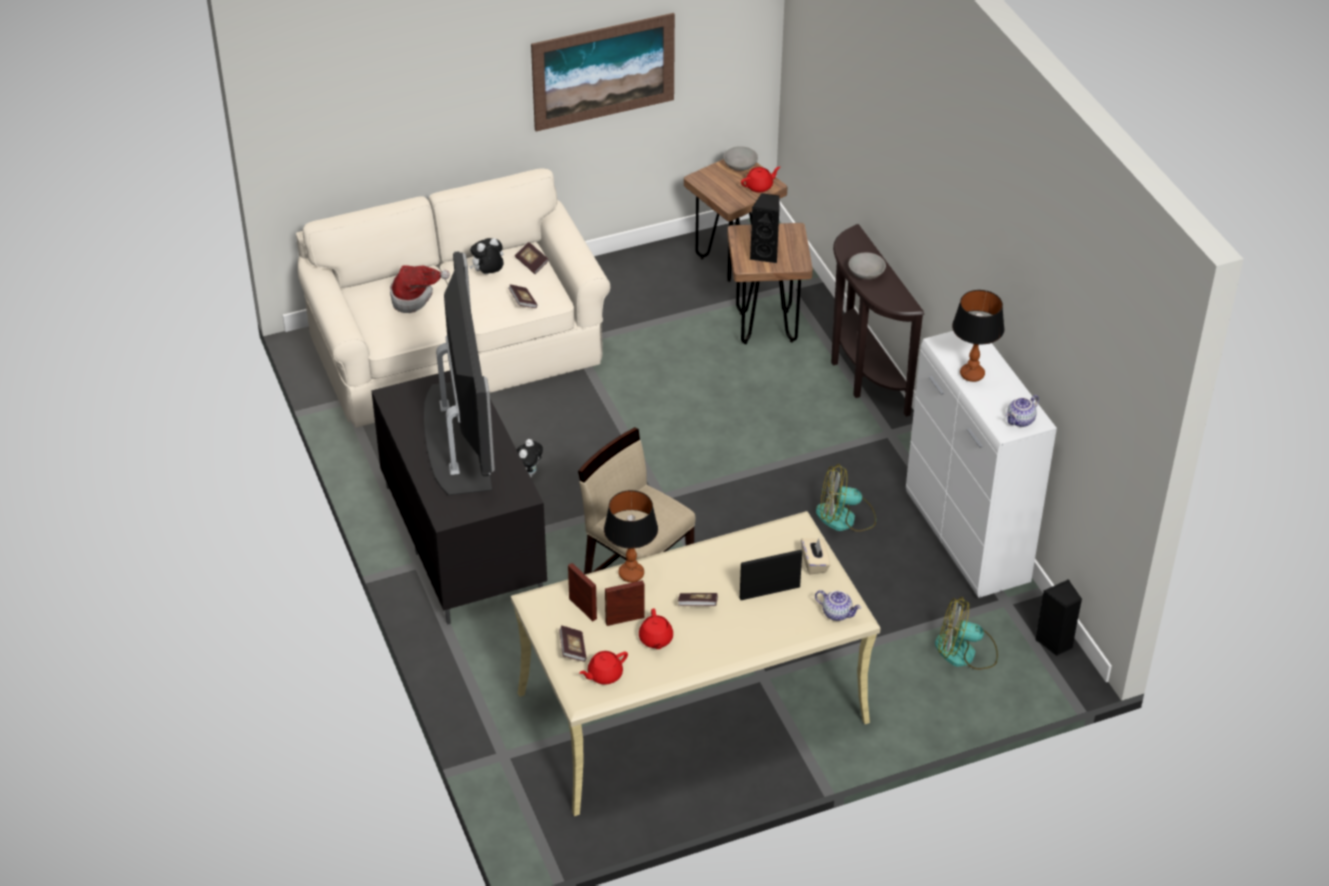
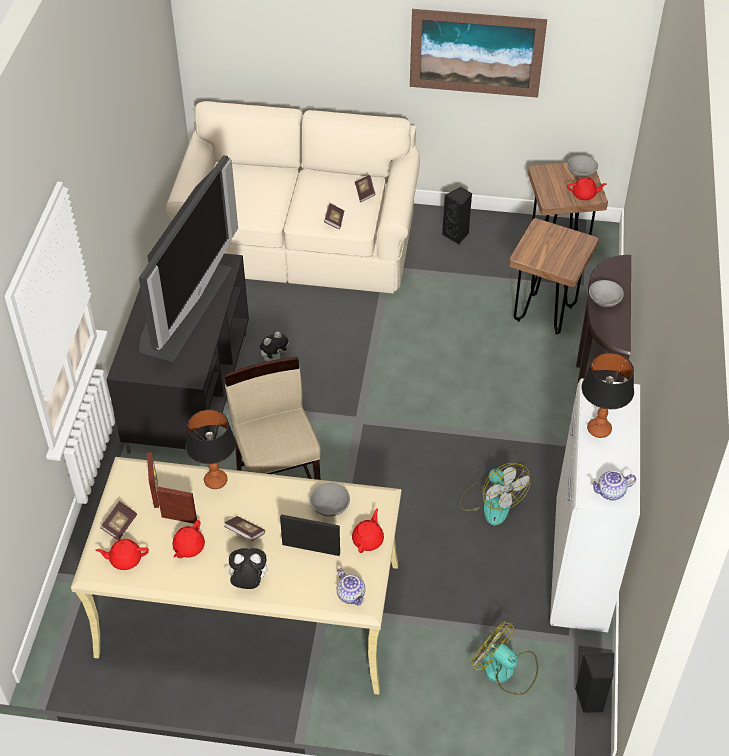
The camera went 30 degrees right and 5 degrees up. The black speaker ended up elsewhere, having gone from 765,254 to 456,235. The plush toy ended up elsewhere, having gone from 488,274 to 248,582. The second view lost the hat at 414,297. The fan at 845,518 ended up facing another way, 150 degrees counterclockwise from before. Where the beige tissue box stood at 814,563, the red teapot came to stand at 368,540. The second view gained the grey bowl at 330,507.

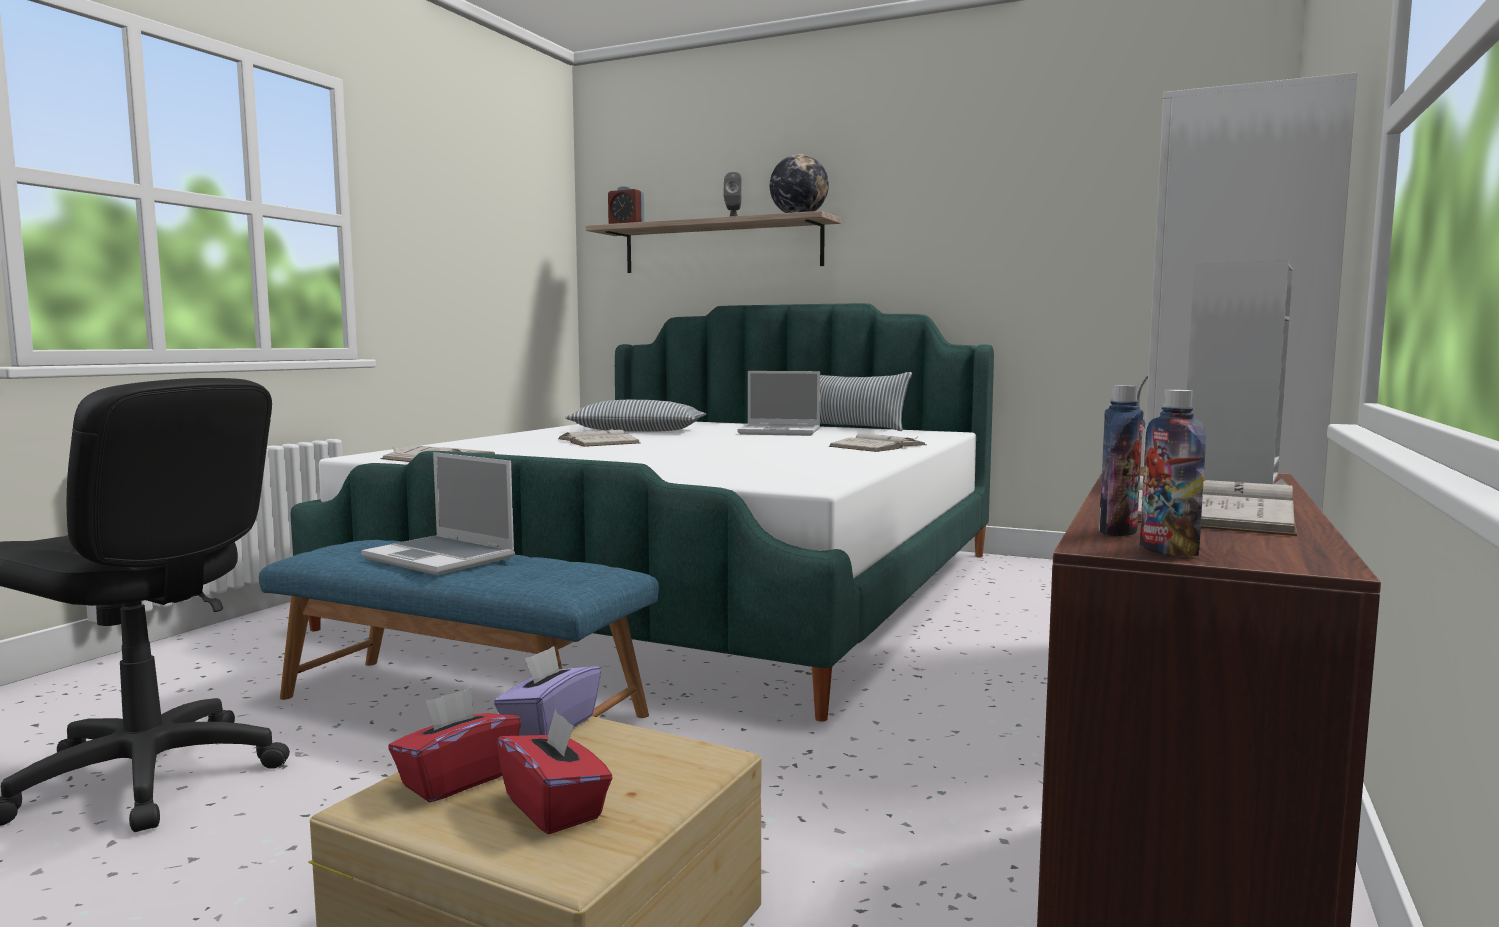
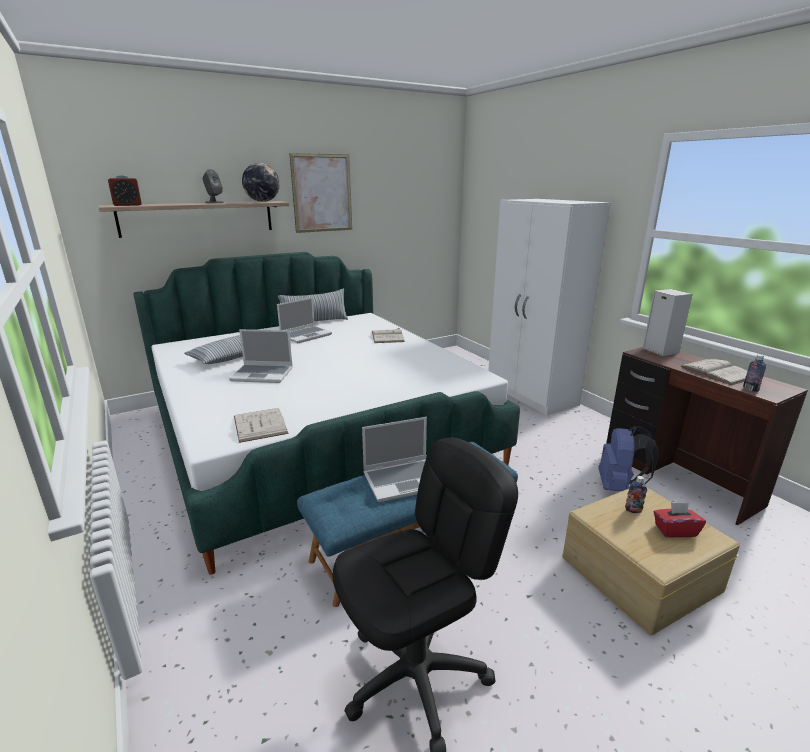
The camera went 55 degrees left and 15 degrees up. The bottle ended up elsewhere, having gone from 1168,551 to 633,510. Where the white book stood at 598,441, the laptop came to stand at 263,374. The second view lost the purple tissue box at 549,727. The second view lost the red tissue box at 456,780. The second view gained the picture at 322,193. The second view gained the blue backpack at 618,487.

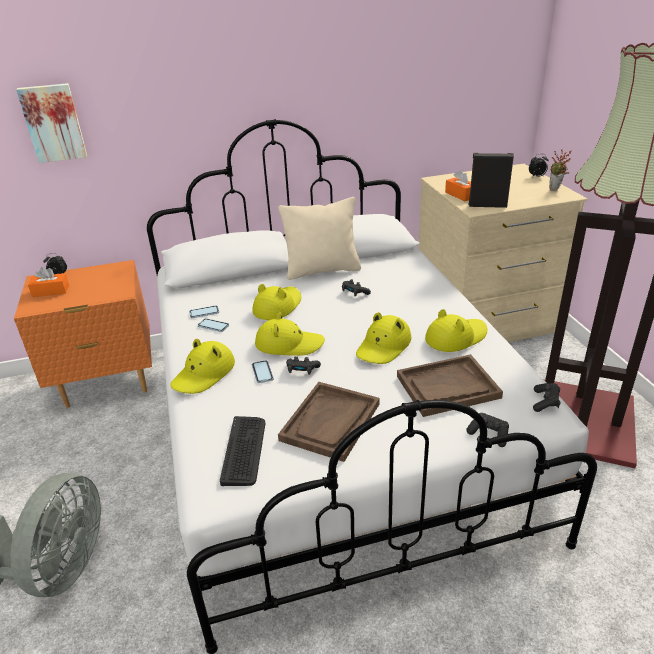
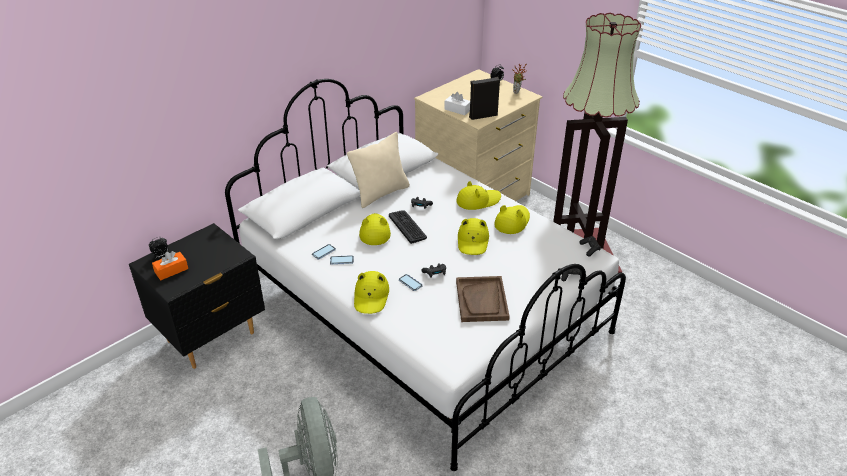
The camera went 30 degrees left and 5 degrees up. The second view lost the picture at 53,123. What was the orange tissue box at 460,195 turned into the white tissue box at 457,110. What was the orange nightstand at 107,383 turned into the black nightstand at 211,337. The yellow hat ended up elsewhere, having gone from 289,344 to 478,201. The second view lost the brown tray at 447,387. The keyboard ended up elsewhere, having gone from 244,450 to 407,227.

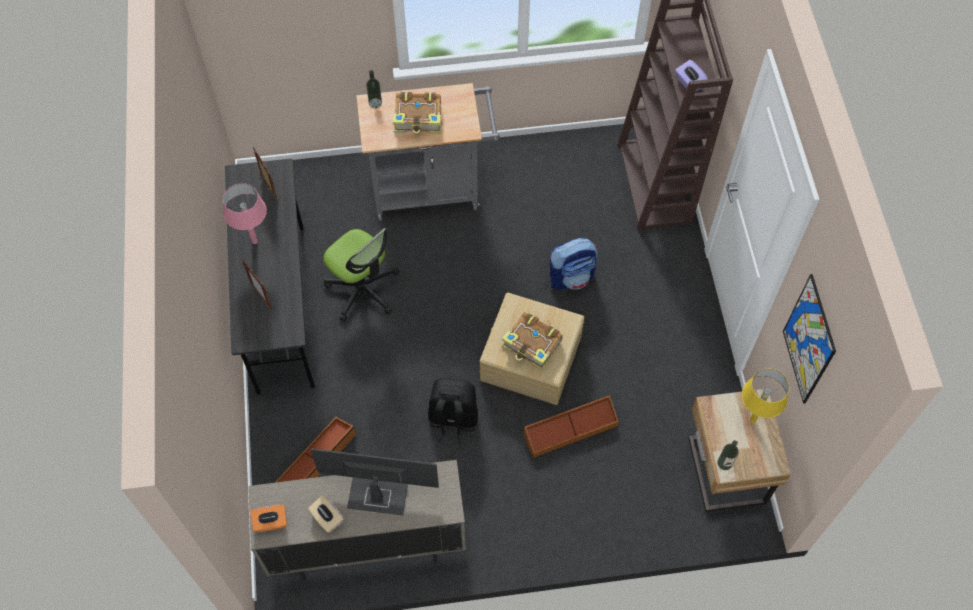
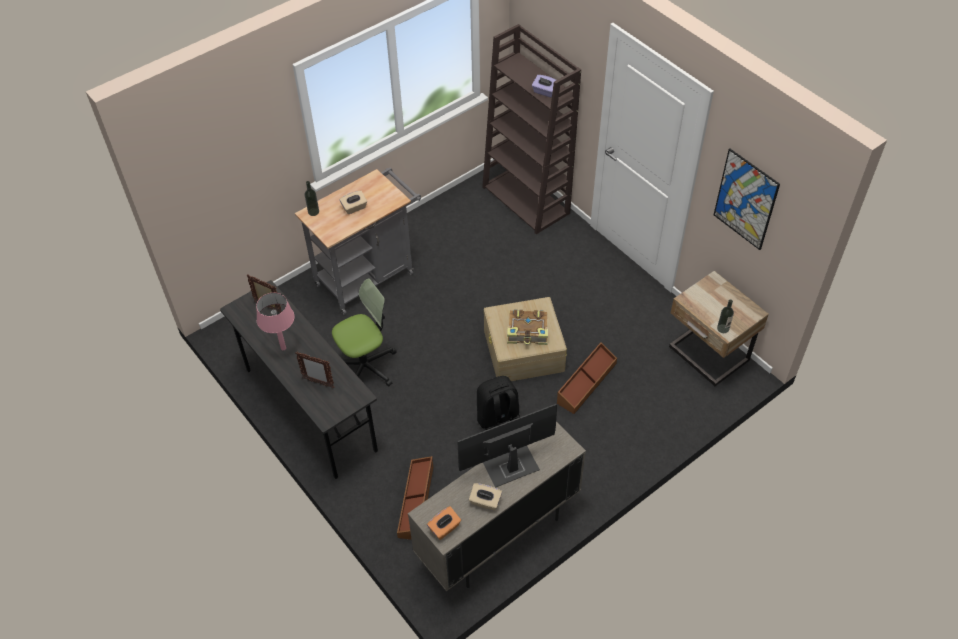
The camera went 30 degrees left and 10 degrees down. Where the book stood at 418,119, the beige tissue box came to stand at 354,208. The office chair at 363,289 ended up facing another way, 45 degrees counterclockwise from before. The second view lost the backpack at 571,277. The second view lost the yellow table lamp at 752,420.

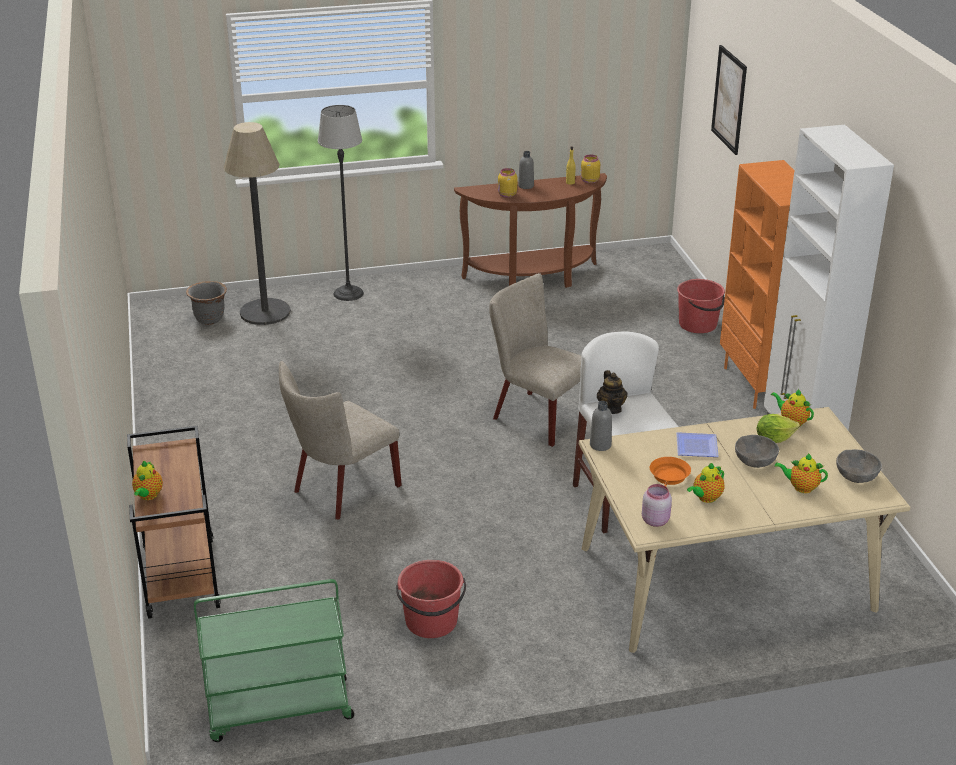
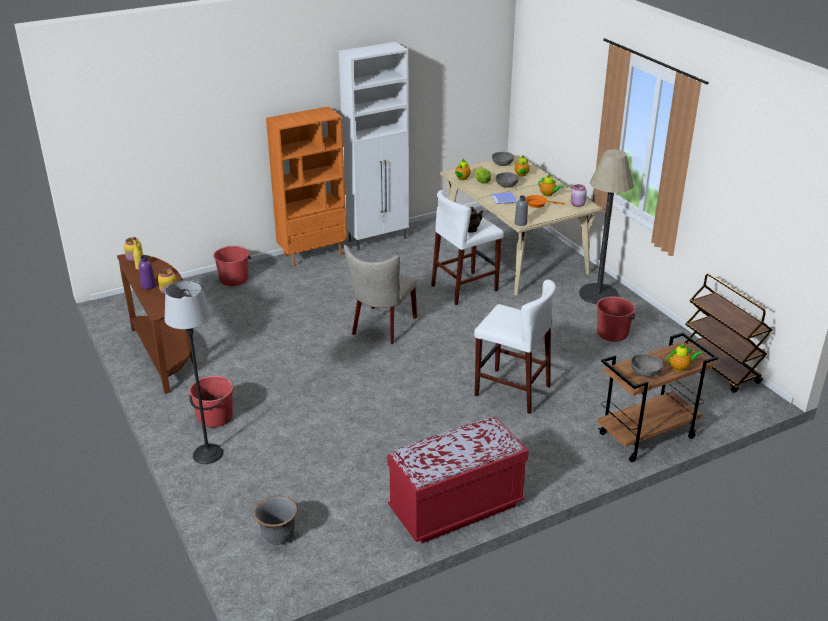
The camera went 105 degrees left and 0 degrees up. The second view lost the picture at 729,99. The floor lamp ended up elsewhere, having gone from 265,312 to 598,294. What was the grey bottle at 526,186 turned into the purple bottle at 148,286. Where the beige chair stood at 341,490, the white stool came to stand at 512,391. What was the green cart at 278,711 turned into the brown cart at 719,368. The second view gained the grey bowl at 645,373. The second view gained the red bucket at 214,417. The second view gained the red bench at 456,508.

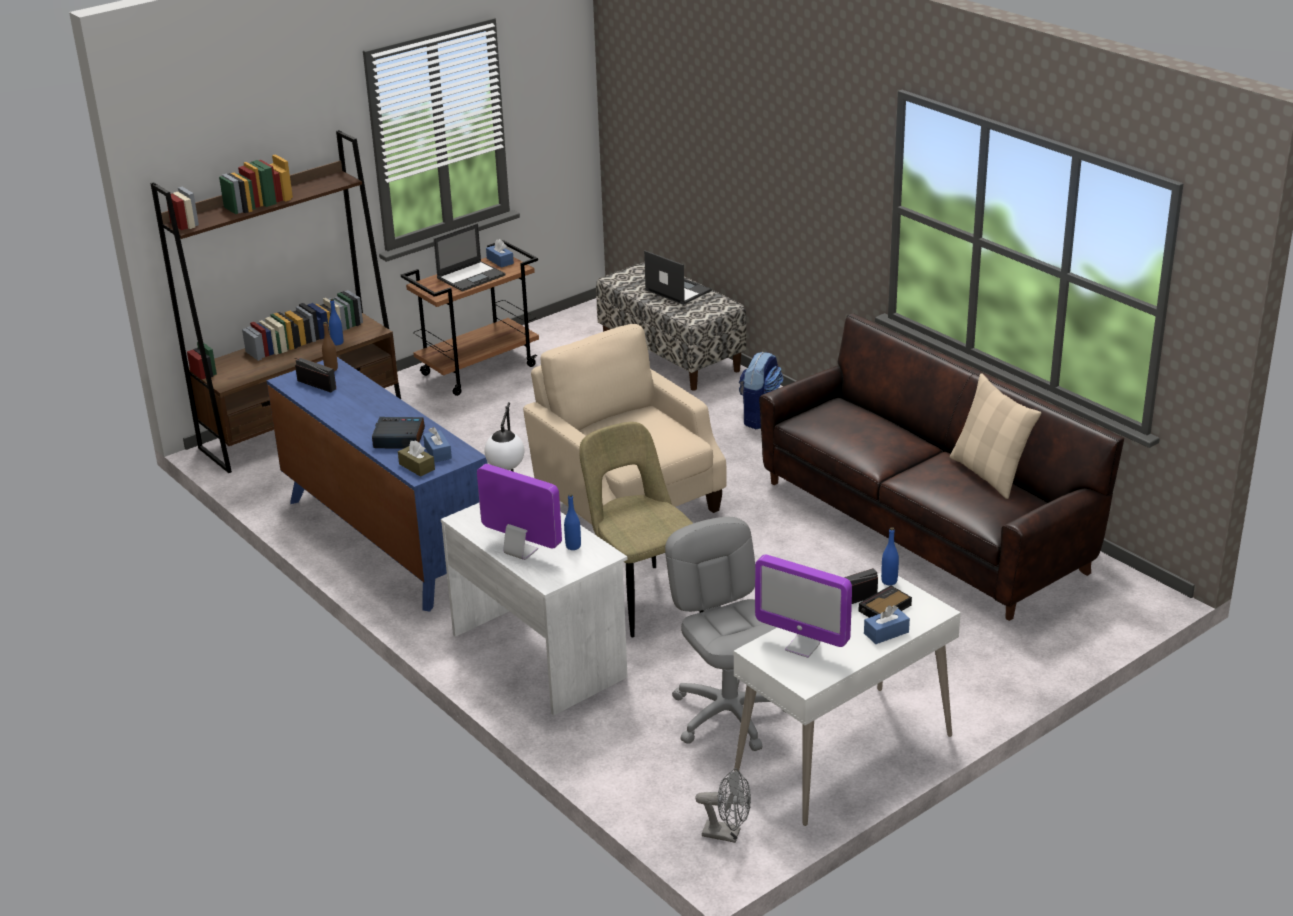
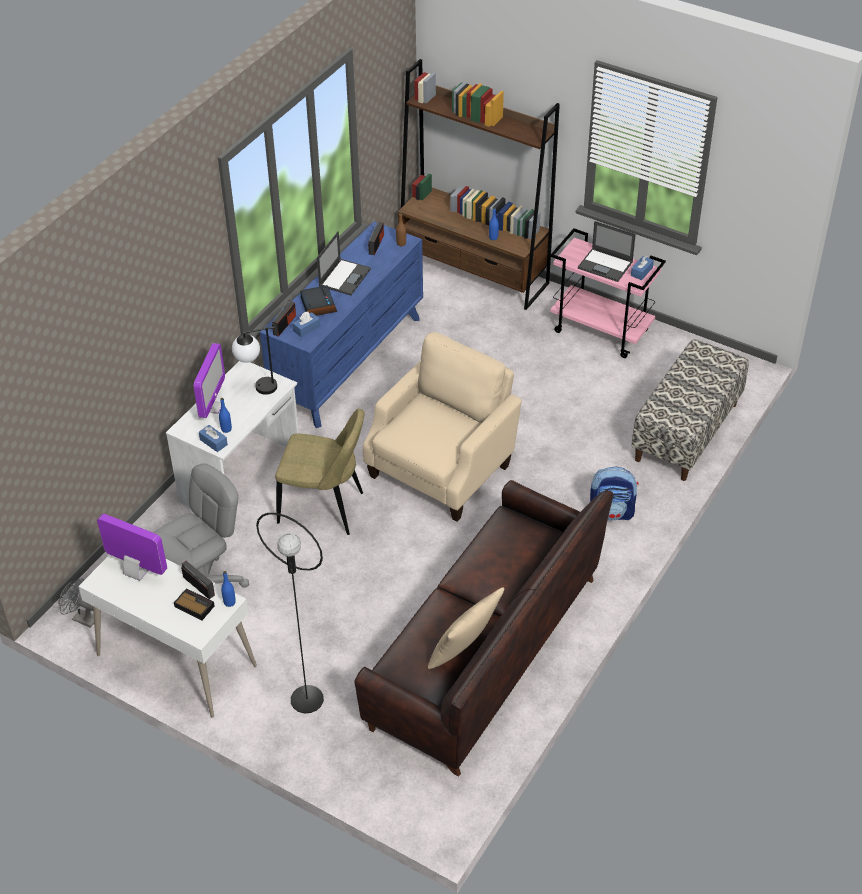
The camera went 70 degrees right and 15 degrees up. What was the brown cart at 479,369 turned into the pink cart at 602,331. The laptop ended up elsewhere, having gone from 677,290 to 345,277. The beige chair at 641,598 ended up facing another way, 60 degrees clockwise from before. Where the brown tissue box stood at 417,467, the radio came to stand at 284,325. The monitor at 803,646 ended up facing another way, 105 degrees clockwise from before. The blue tissue box ended up elsewhere, having gone from 886,633 to 213,442. The grey fan at 727,834 ended up facing another way, 120 degrees clockwise from before. The second view gained the black floor lamp at 307,699.

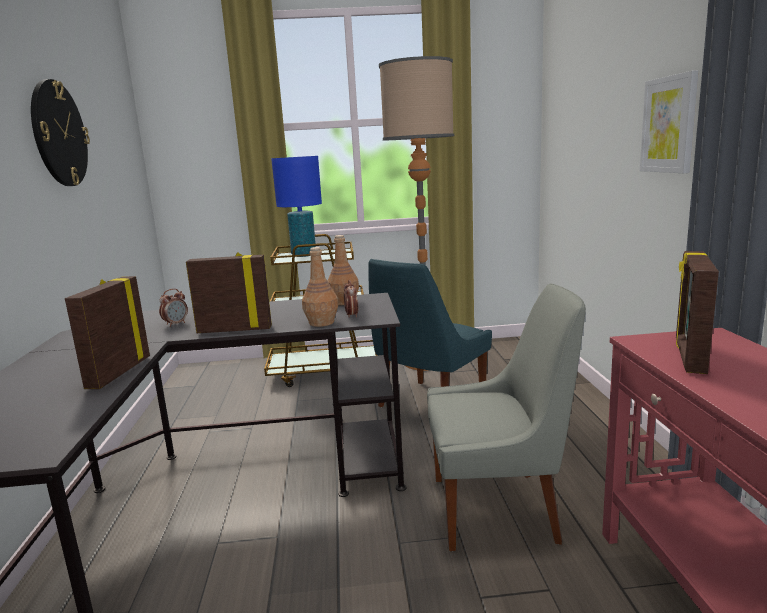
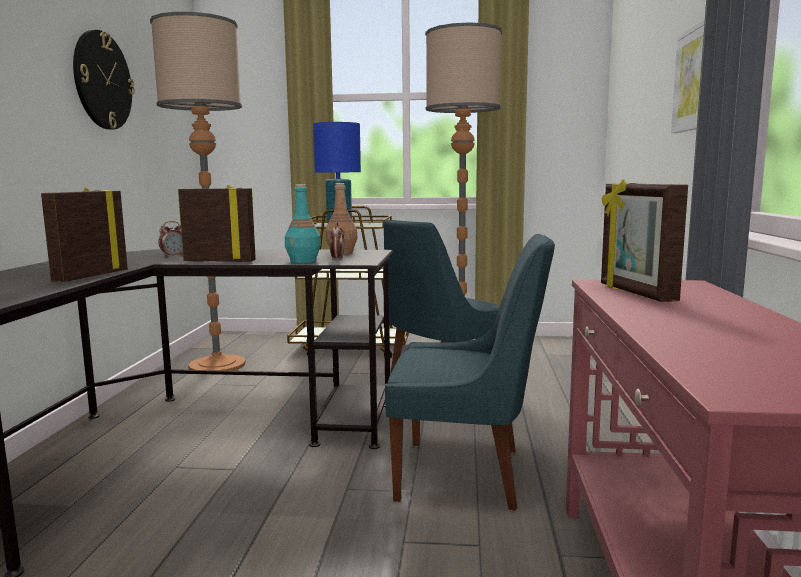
The camera went 10 degrees right and 5 degrees down. What was the brown bottle at 322,323 turned into the turquoise bottle at 304,261. The picture frame at 688,357 ended up facing another way, 45 degrees counterclockwise from before. What was the grey chair at 499,509 turned into the blue chair at 466,474. The second view gained the floor lamp at 217,365.

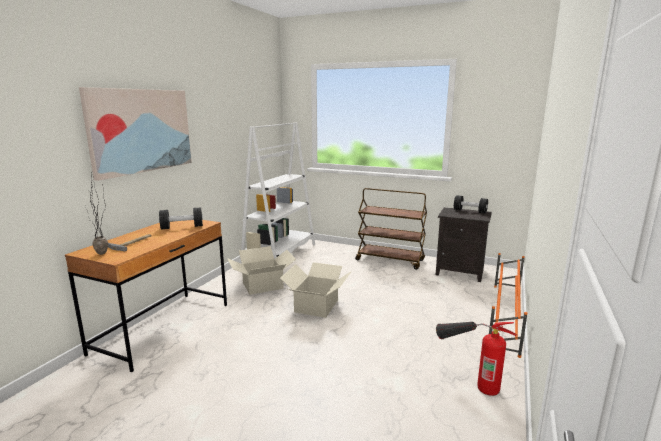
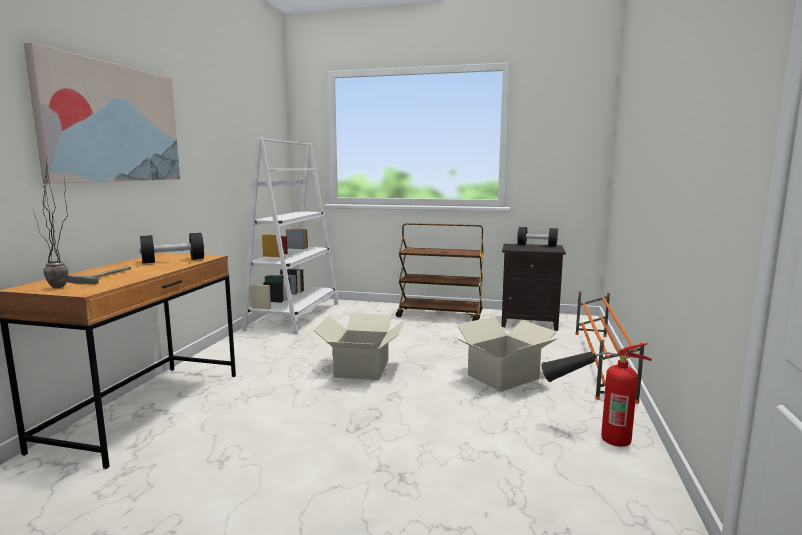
The camera went 10 degrees left and 5 degrees down. The cardboard box ended up elsewhere, having gone from 263,285 to 504,377.

